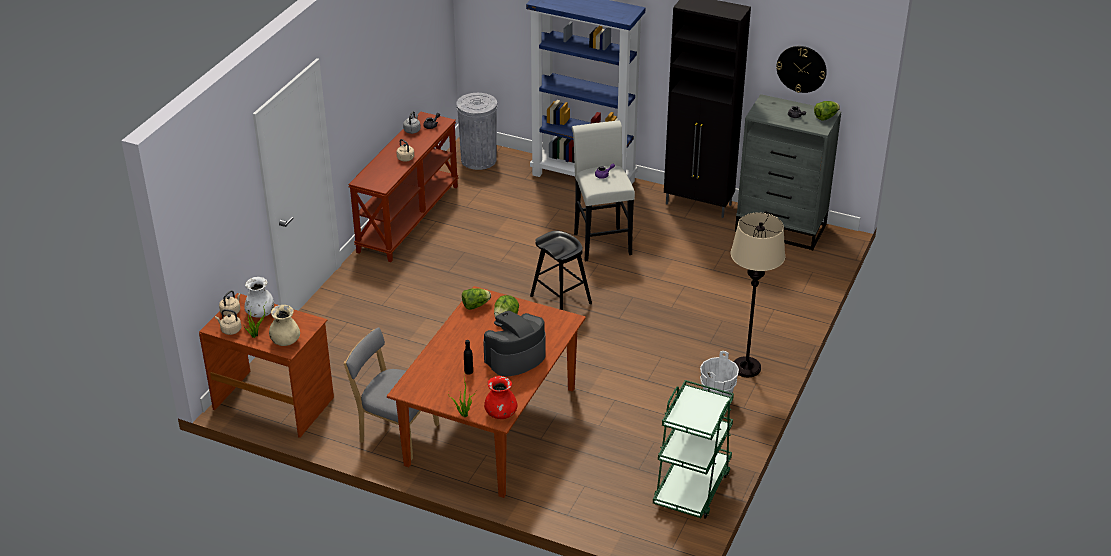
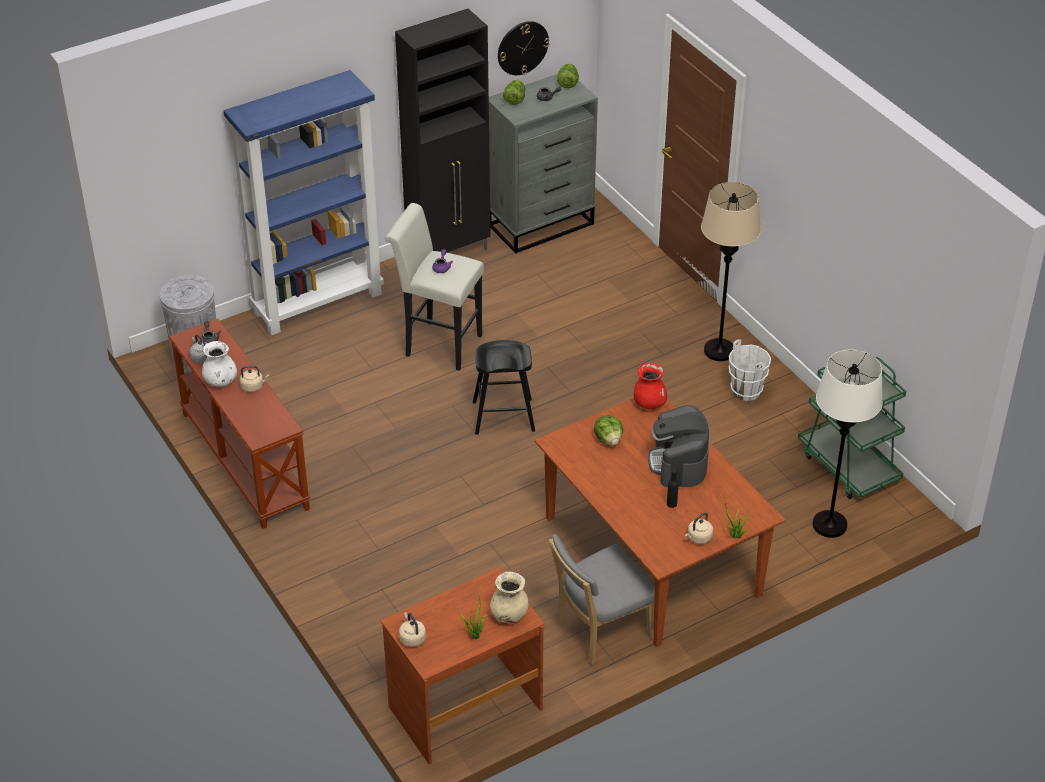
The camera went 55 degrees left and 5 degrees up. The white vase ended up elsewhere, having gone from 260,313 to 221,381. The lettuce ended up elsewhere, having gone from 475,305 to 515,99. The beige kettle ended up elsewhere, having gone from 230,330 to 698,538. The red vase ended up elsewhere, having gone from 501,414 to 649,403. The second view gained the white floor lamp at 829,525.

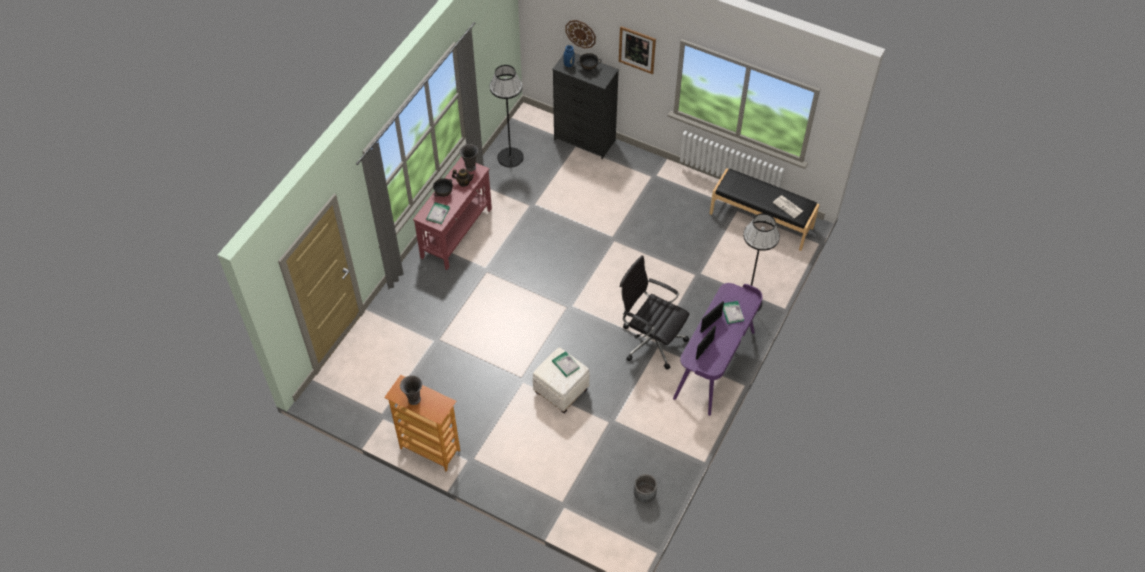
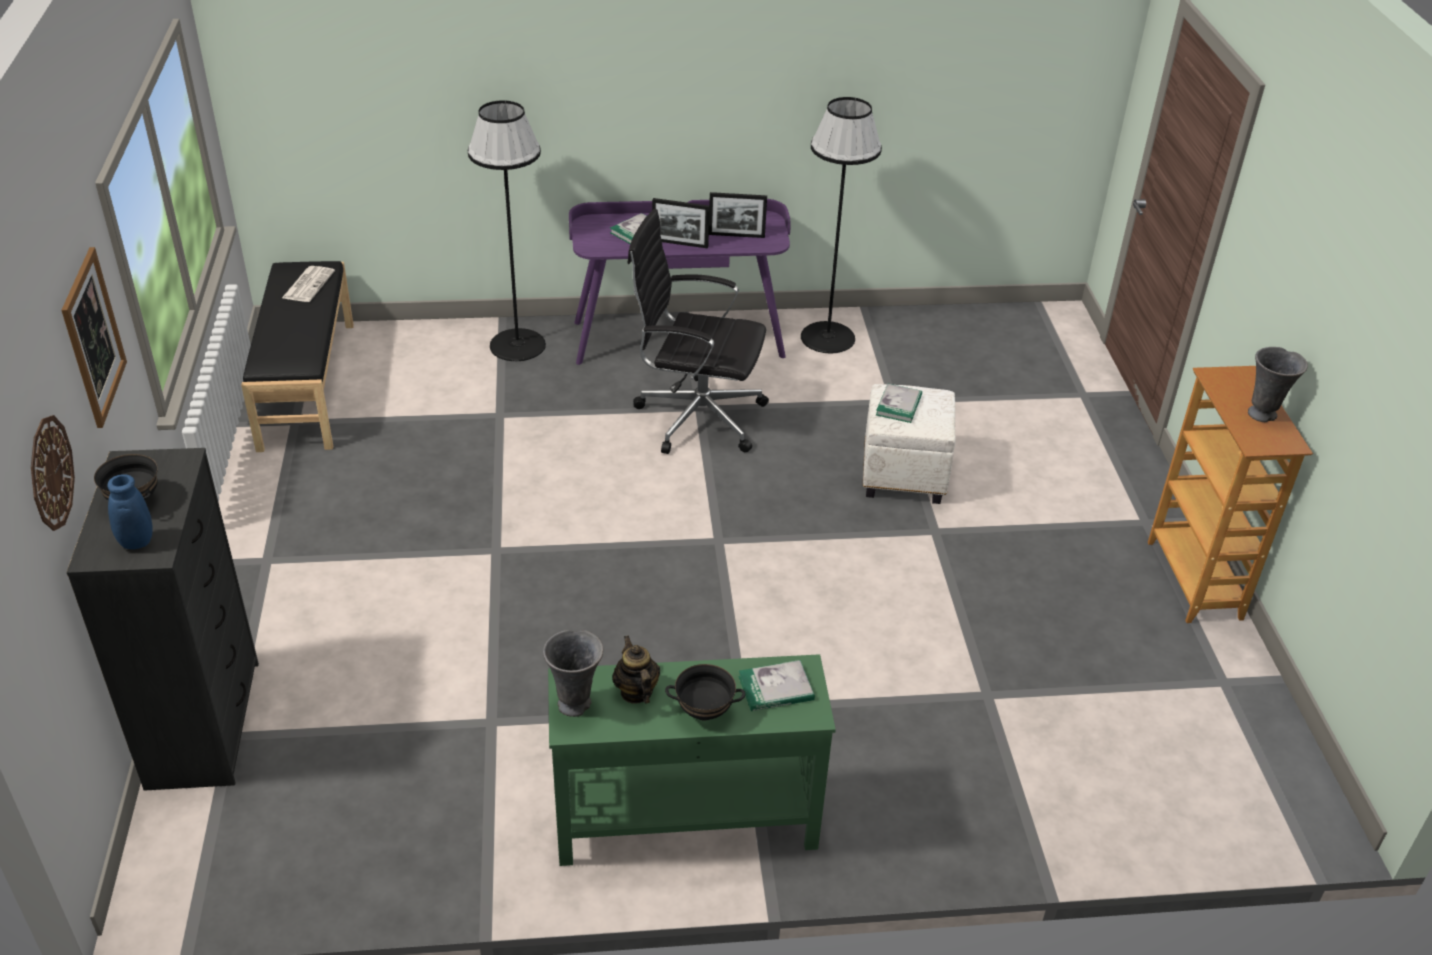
The camera went 125 degrees left and 15 degrees down. The black floor lamp ended up elsewhere, having gone from 510,157 to 827,337. What was the red console table at 457,233 turned into the green console table at 684,819. The black office chair at 651,340 ended up facing another way, 105 degrees clockwise from before. The second view lost the grey planter at 644,495.

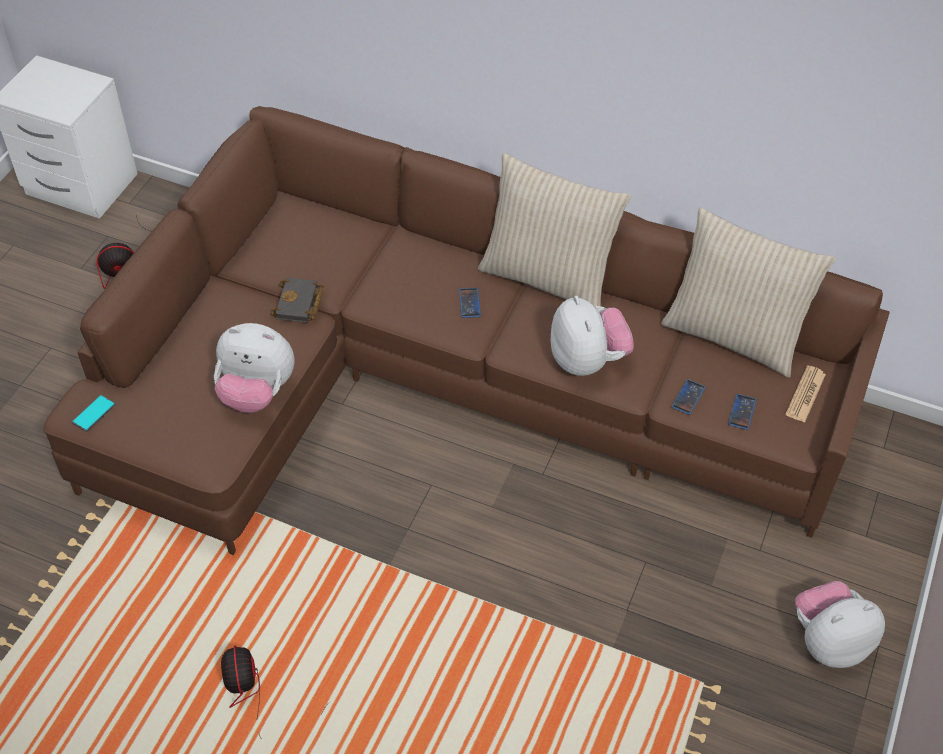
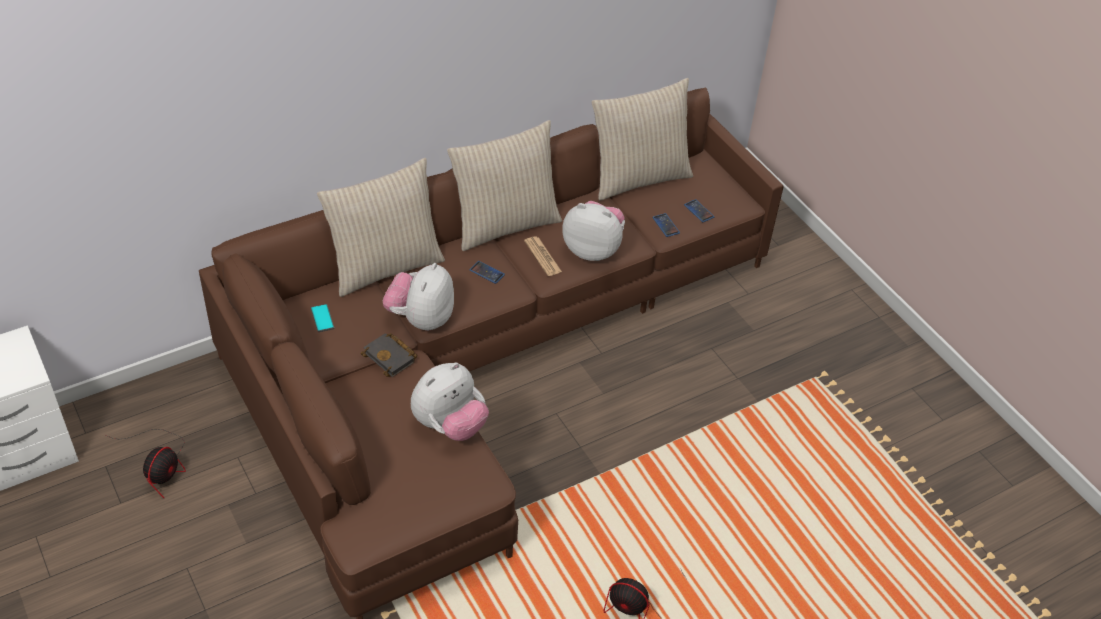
The camera went 55 degrees left and 5 degrees down. The newspaper ended up elsewhere, having gone from 805,394 to 542,256. The phone ended up elsewhere, having gone from 94,414 to 322,318. The plush toy ended up elsewhere, having gone from 828,641 to 421,319. The second view gained the beige pillow at 385,266.

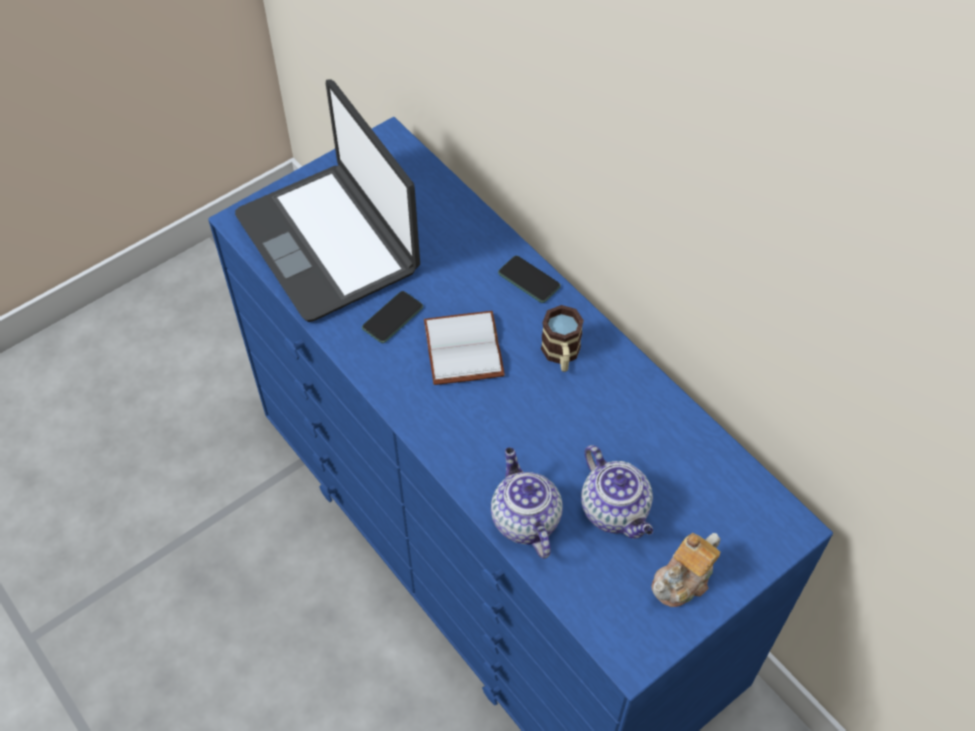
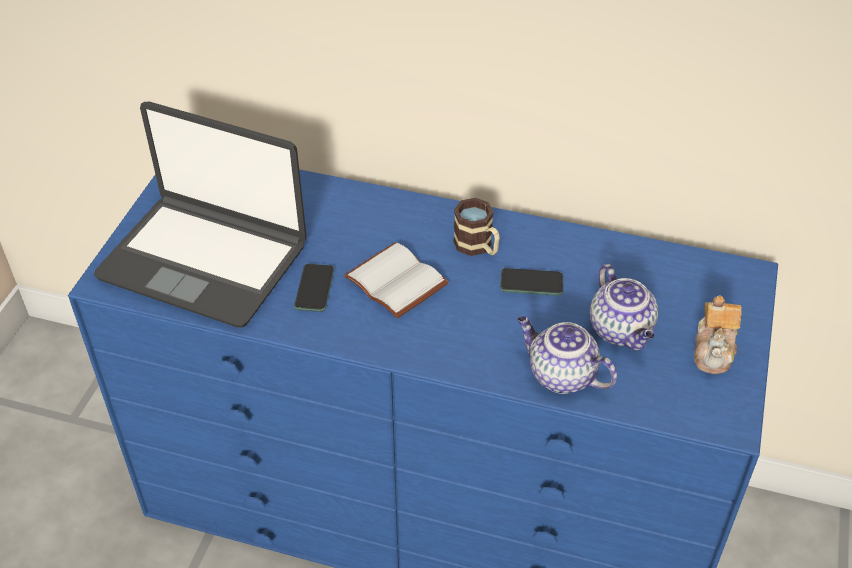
The camera went 35 degrees left and 10 degrees down. The phone ended up elsewhere, having gone from 529,280 to 531,283. The teapot at 616,511 ended up facing another way, 45 degrees clockwise from before.

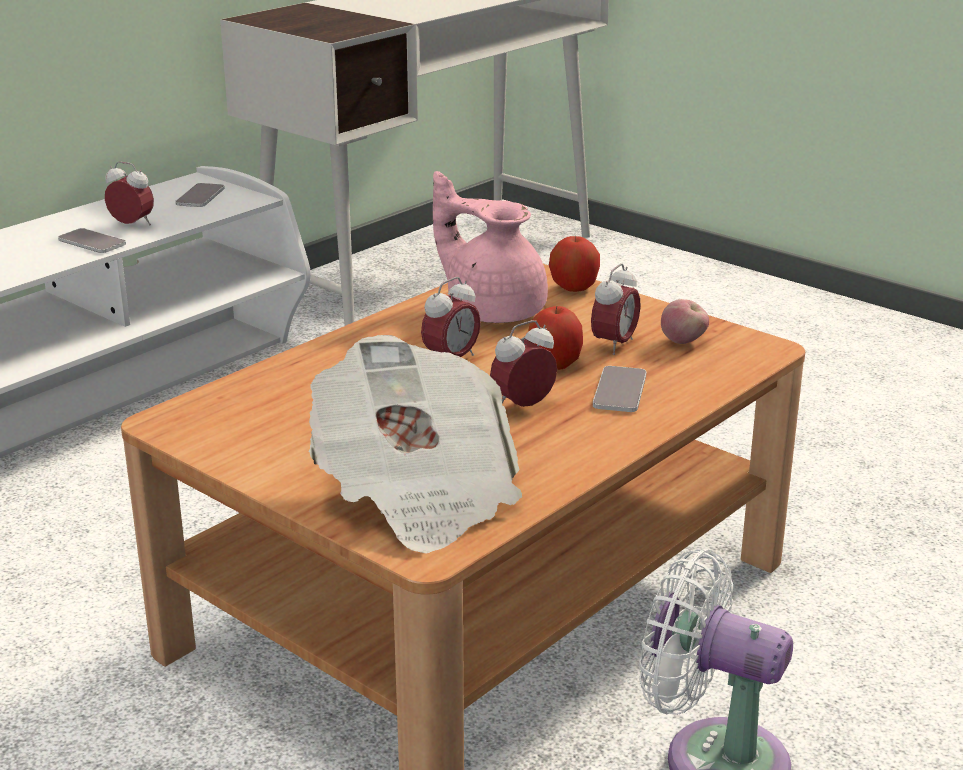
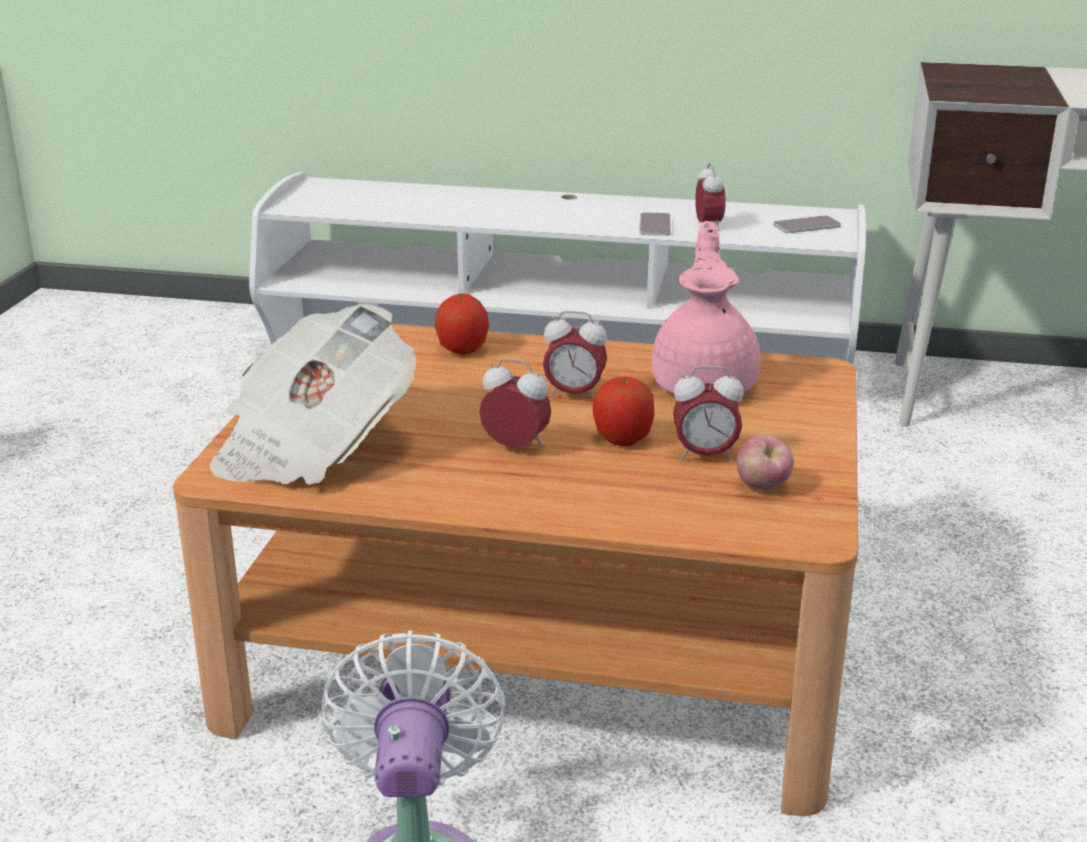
The camera went 60 degrees right and 0 degrees up. The apple ended up elsewhere, having gone from 574,288 to 462,350. The second view lost the phone at 620,391.

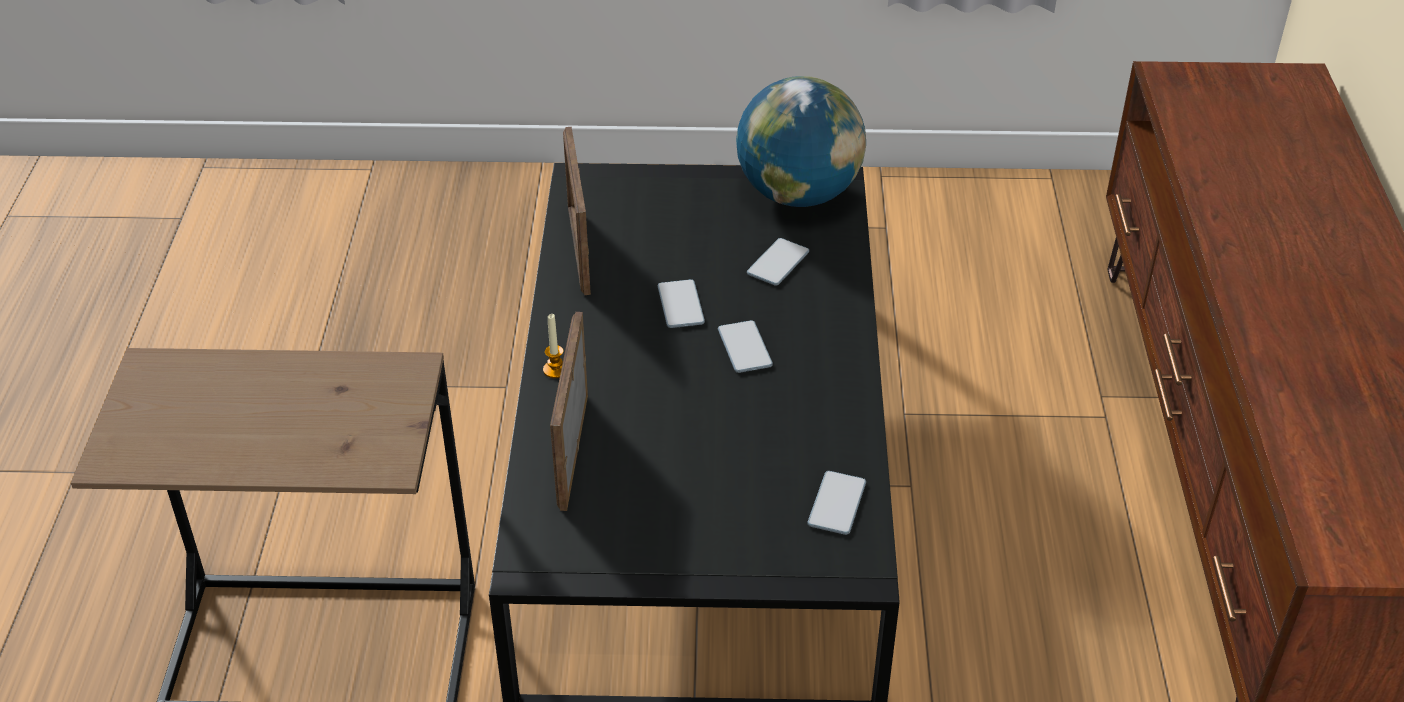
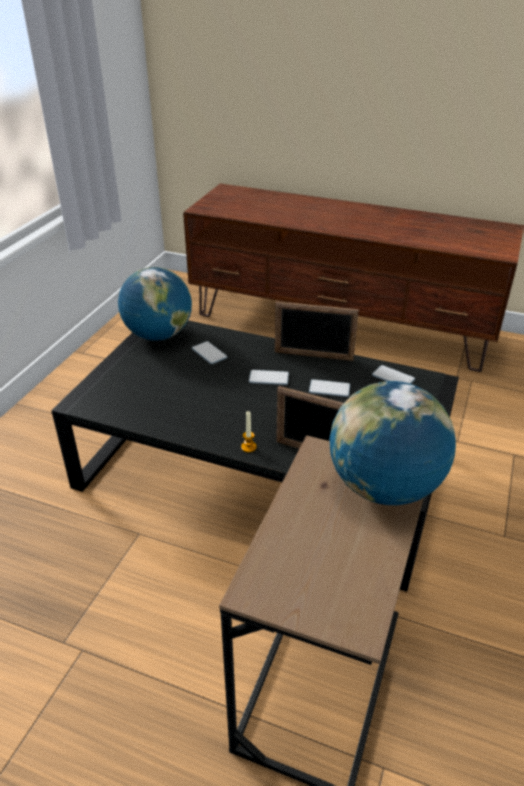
The camera went 70 degrees left and 5 degrees down. The picture frame ended up elsewhere, having gone from 579,250 to 313,355. The phone ended up elsewhere, having gone from 680,305 to 329,389. The second view gained the globe at 384,486.

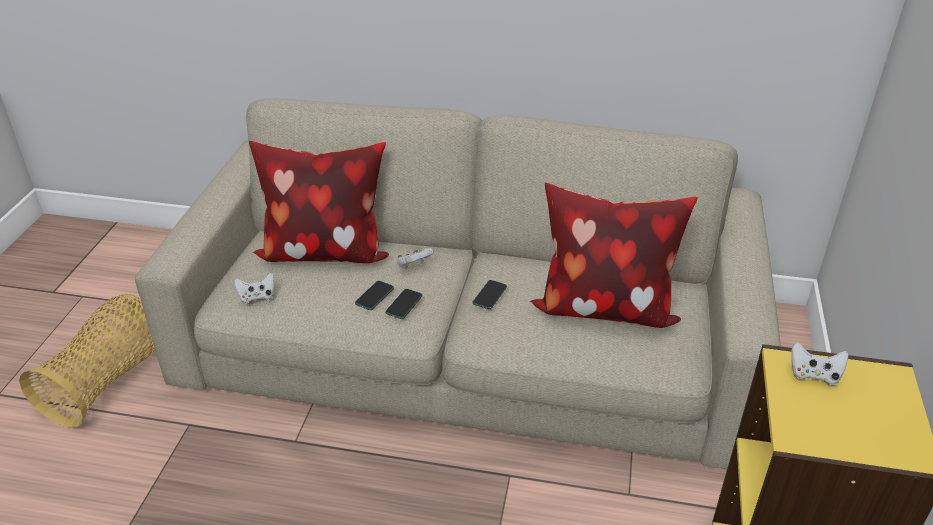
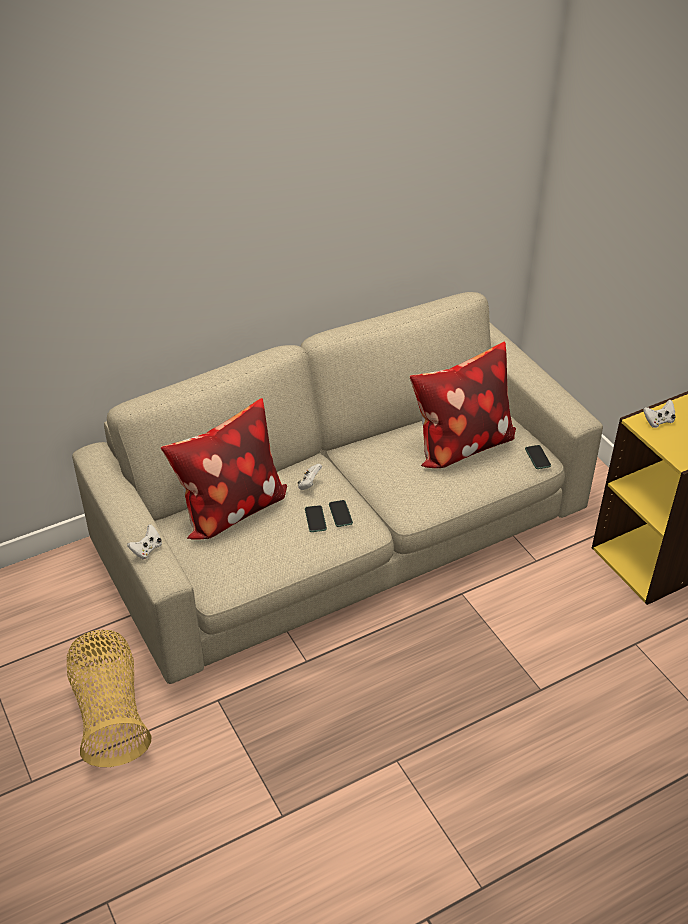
The camera went 40 degrees left and 5 degrees up. The white game controller ended up elsewhere, having gone from 257,297 to 147,550. The phone ended up elsewhere, having gone from 489,295 to 537,457.

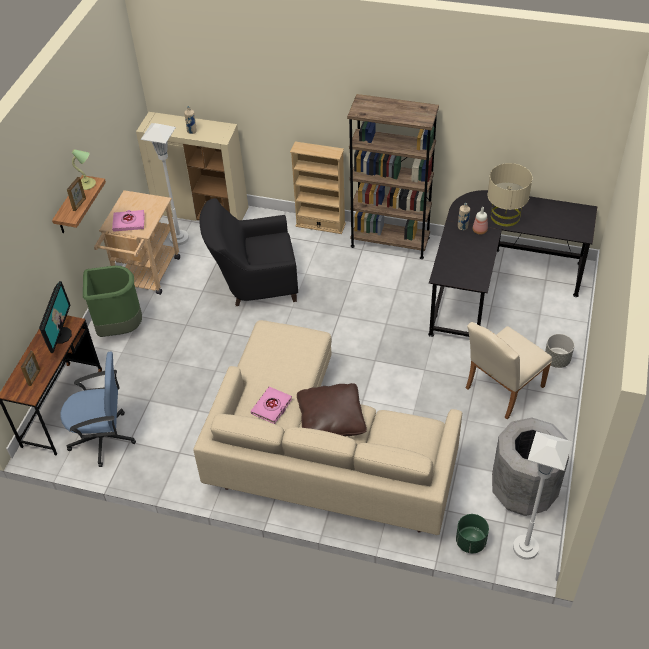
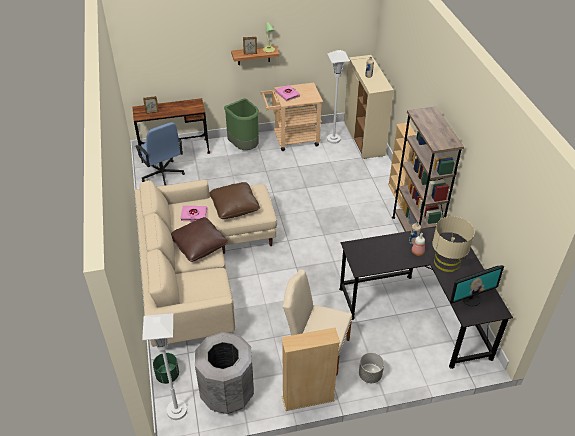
The camera went 60 degrees right and 5 degrees down. The second view lost the black armchair at 254,284. The monitor ended up elsewhere, having gone from 61,335 to 471,299. The second view gained the brown pillow at 234,207. The second view gained the beige bookcase at 308,399.

